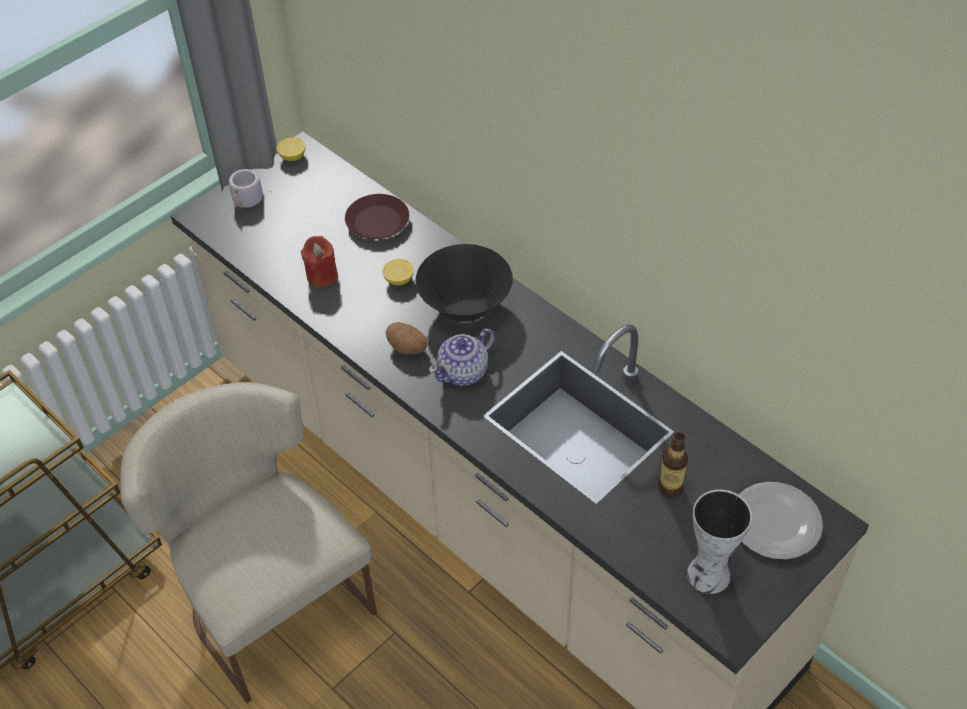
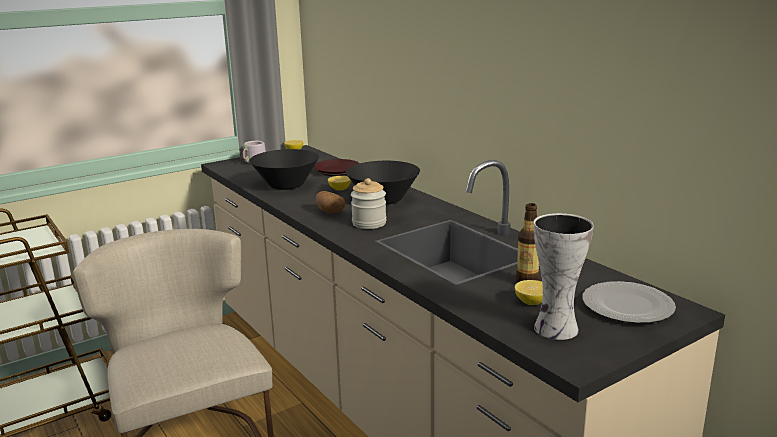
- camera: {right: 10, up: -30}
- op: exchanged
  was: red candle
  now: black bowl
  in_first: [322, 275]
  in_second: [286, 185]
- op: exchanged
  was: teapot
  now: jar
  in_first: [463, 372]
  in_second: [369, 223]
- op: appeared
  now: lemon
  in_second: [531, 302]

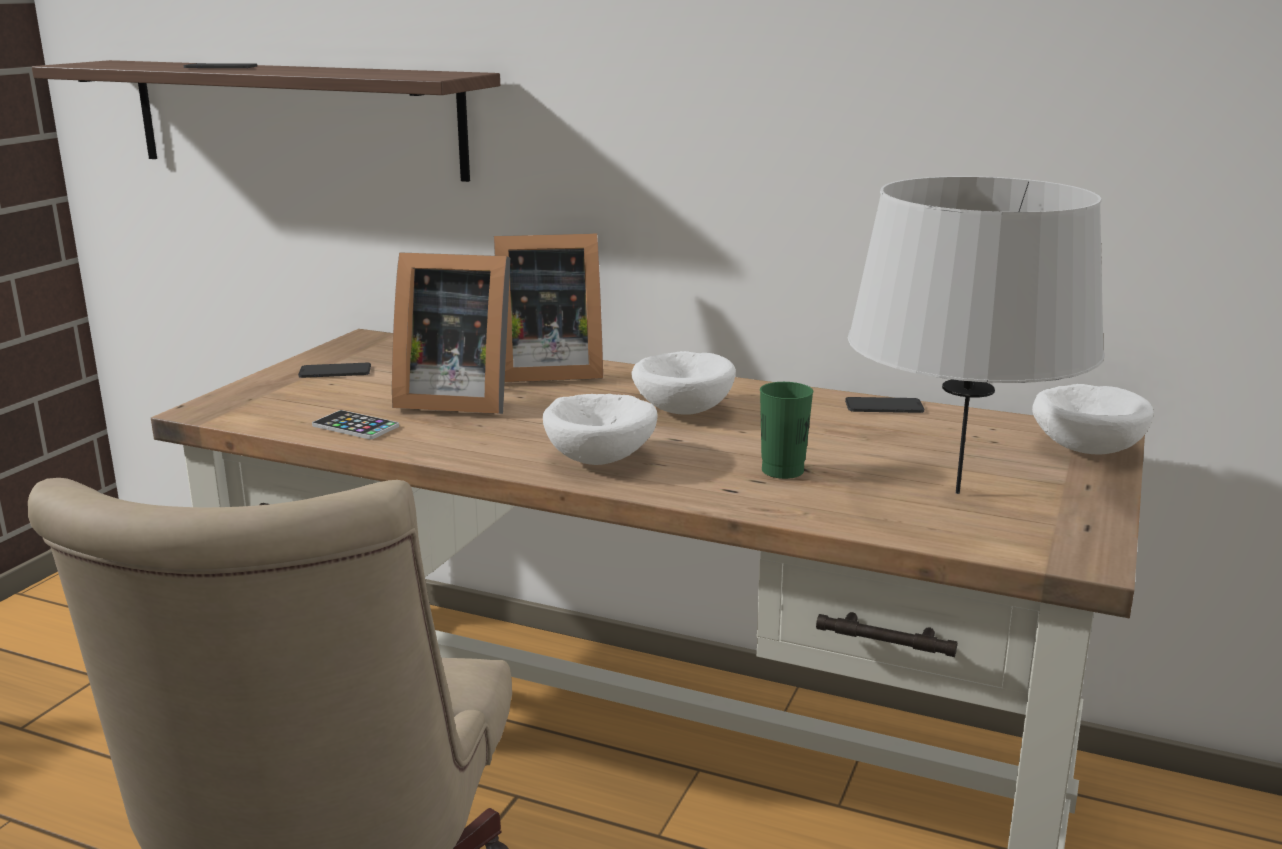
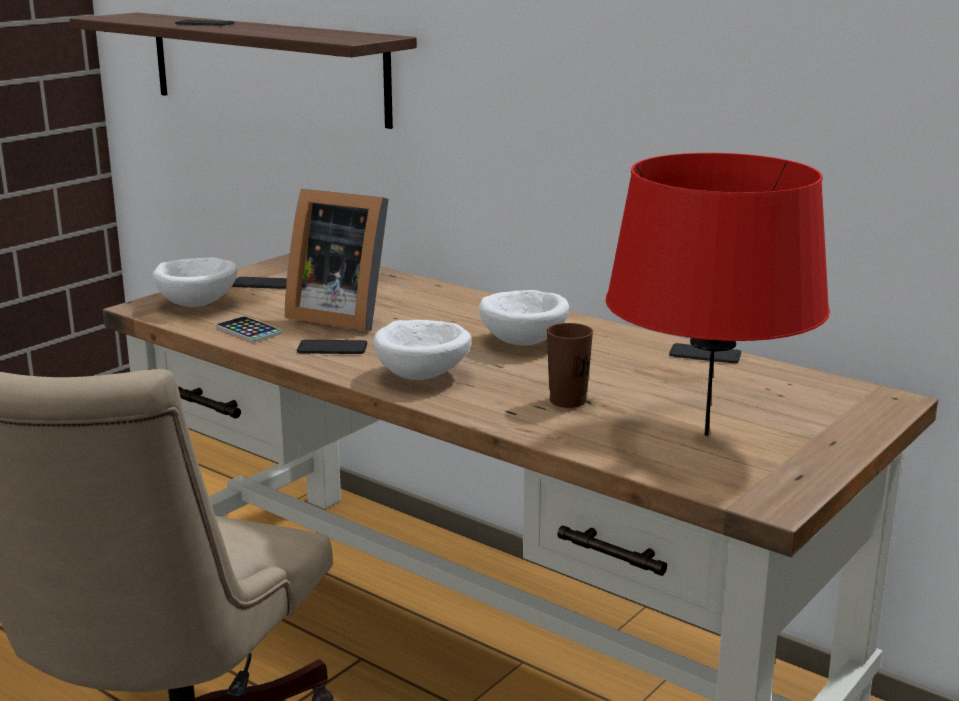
- camera: {right: 15, up: 0}
- op: missing
  was: picture frame
  in_first: [545, 371]
- op: colour
  was: green cup
  now: brown cup
  in_first: [782, 471]
  in_second: [567, 401]
- op: colour
  was: grey table lamp
  now: red table lamp
  in_first: [957, 492]
  in_second: [706, 435]
- op: relocated
  was: white bowl
  in_first: [1087, 448]
  in_second: [199, 304]
- op: appeared
  now: phone
  in_second: [332, 348]

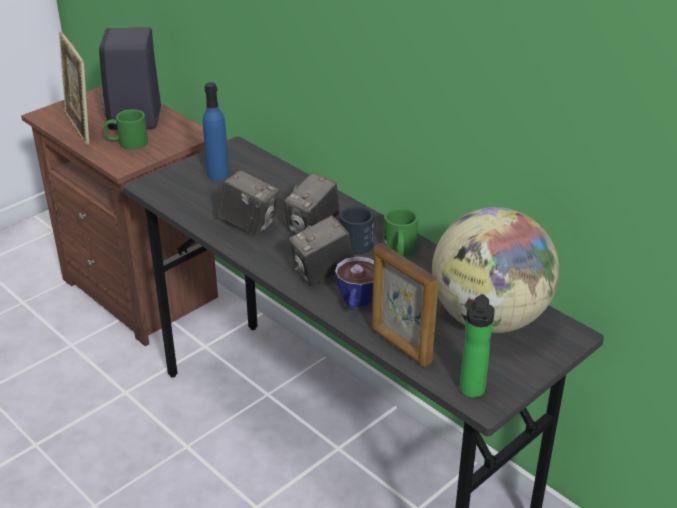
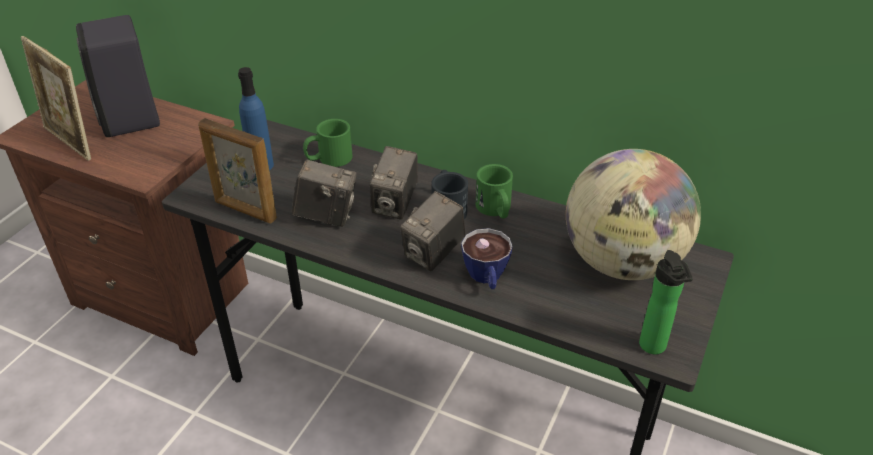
- camera: {right: -20, up: 5}
- op: relocated
  was: green mug
  in_first: [127, 143]
  in_second: [328, 159]
- op: relocated
  was: picture frame
  in_first: [400, 346]
  in_second: [245, 211]

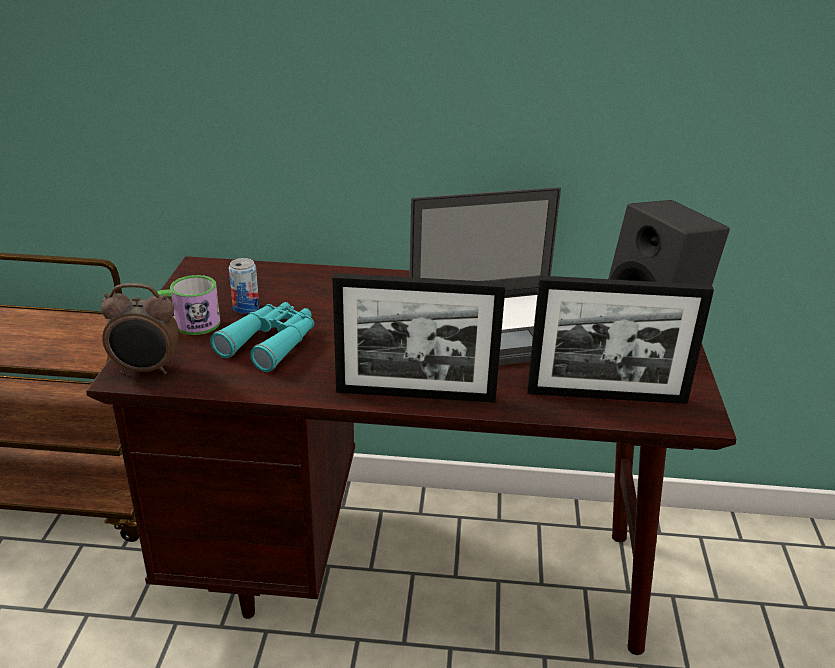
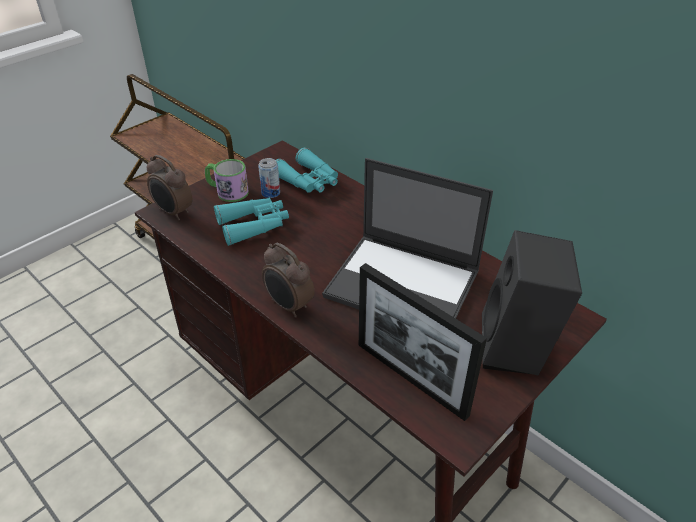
- camera: {right: 40, up: 10}
- op: exchanged
  was: picture frame
  now: alarm clock
  in_first: [415, 394]
  in_second: [288, 306]
- op: appeared
  now: turquoise binoculars
  in_second: [309, 181]

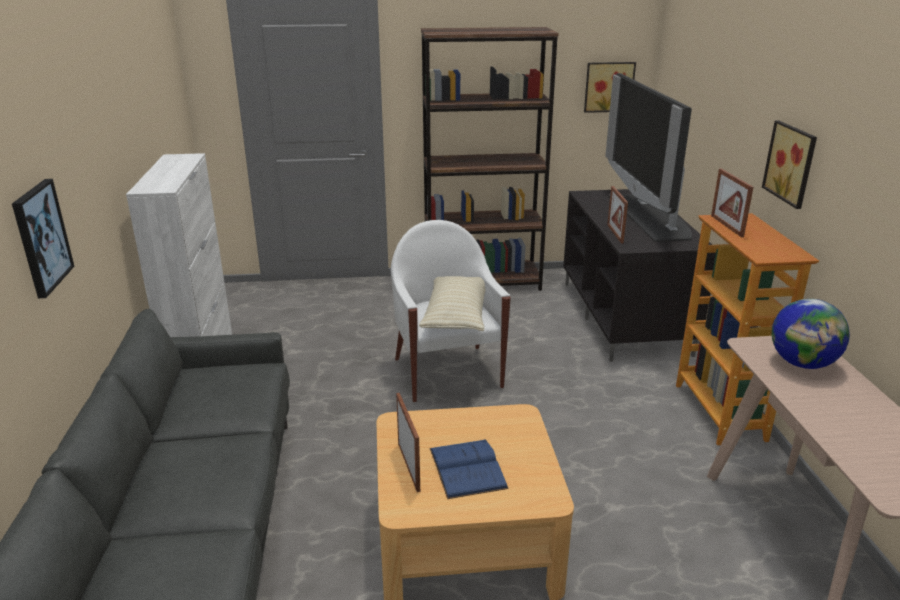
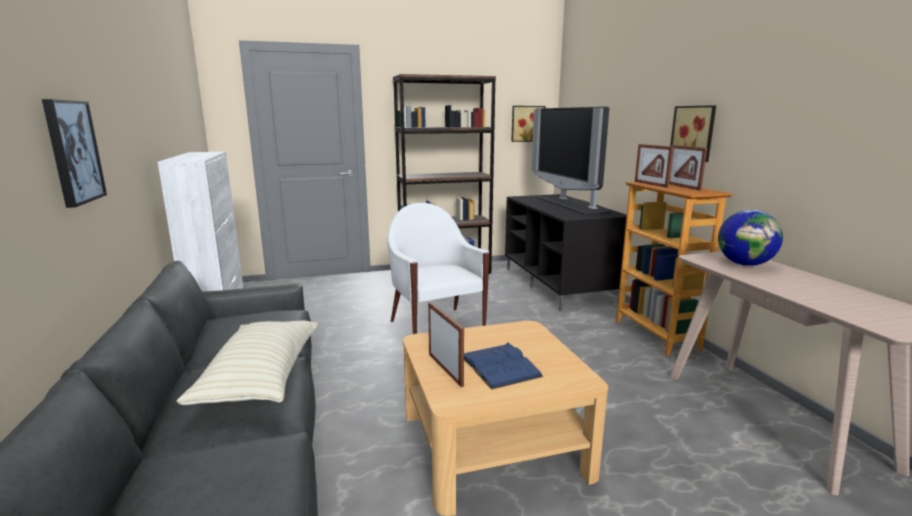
- camera: {right: -10, up: -10}
- op: relocated
  was: beige pillow
  in_first: [457, 316]
  in_second: [261, 378]
- op: relocated
  was: picture frame
  in_first: [615, 233]
  in_second: [683, 187]

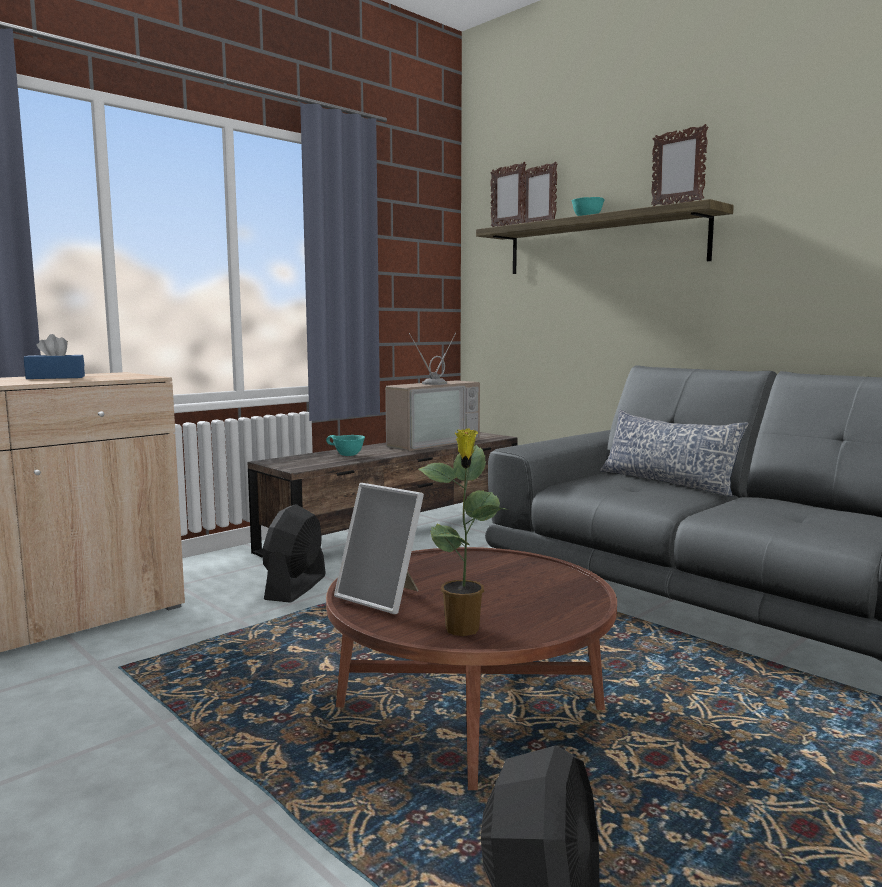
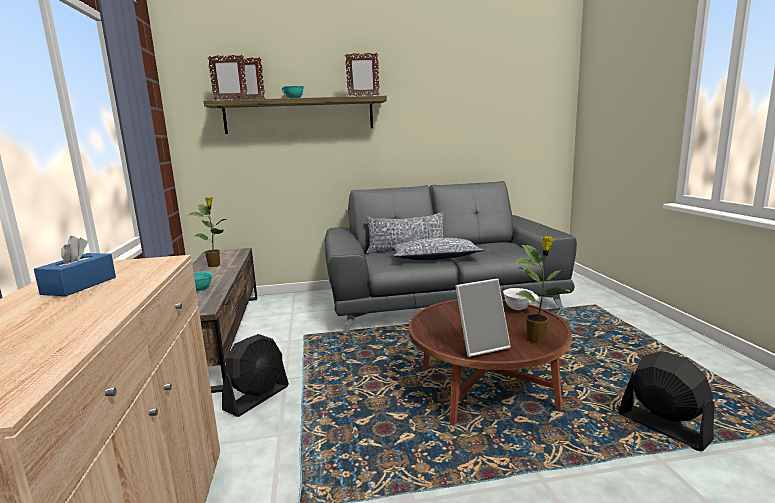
- camera: {right: -55, up: 5}
- op: spun
  was: black fan
  in_first: [295, 587]
  in_second: [257, 398]
  clockwise: -105
- op: exchanged
  was: television
  now: potted plant
  in_first: [430, 442]
  in_second: [215, 265]
- op: appeared
  now: pillow
  in_second: [435, 258]
- op: appeared
  now: white bowl
  in_second: [518, 308]

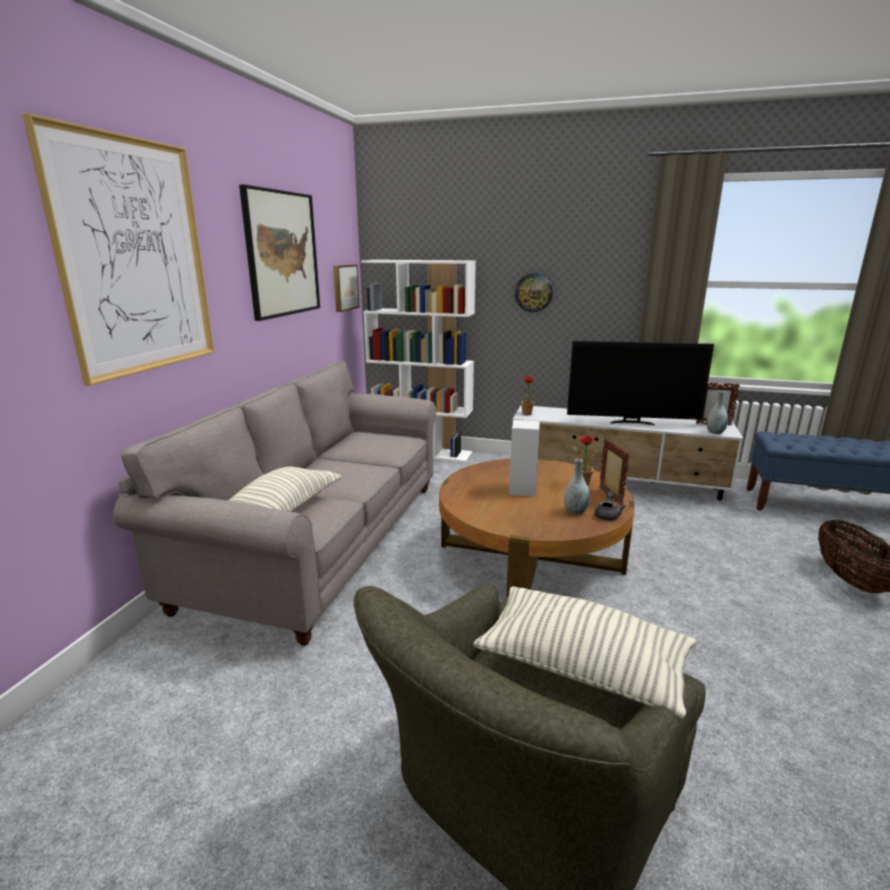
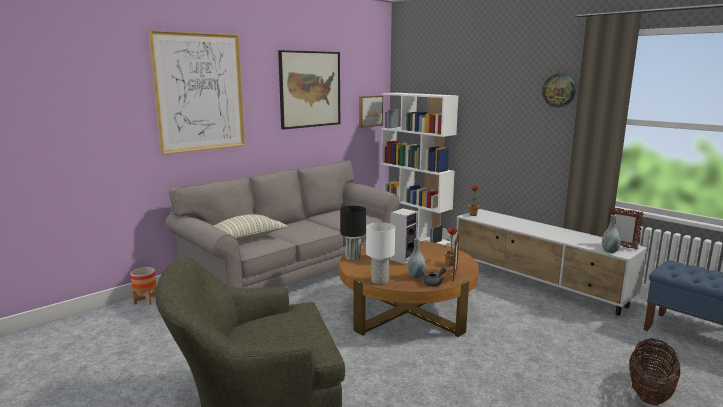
- camera: {right: 30, up: -5}
- op: missing
  was: pillow
  in_first: [582, 666]
- op: relocated
  was: wall clock
  in_first: [533, 292]
  in_second: [559, 90]
- op: missing
  was: television
  in_first: [631, 422]
- op: appeared
  now: planter
  in_second: [146, 300]
- op: appeared
  now: black table lamp
  in_second: [353, 257]
- op: appeared
  now: white table lamp
  in_second: [380, 280]

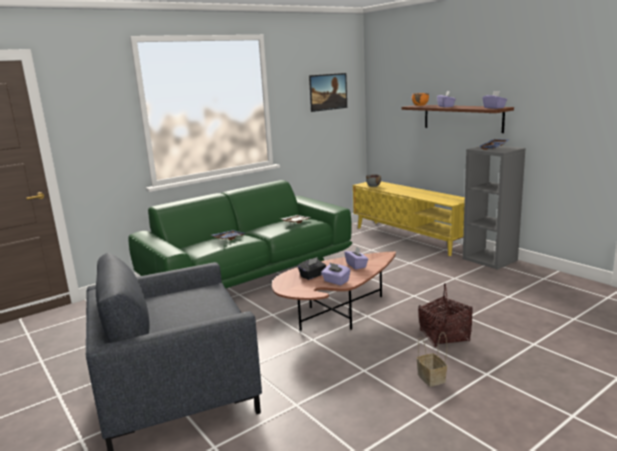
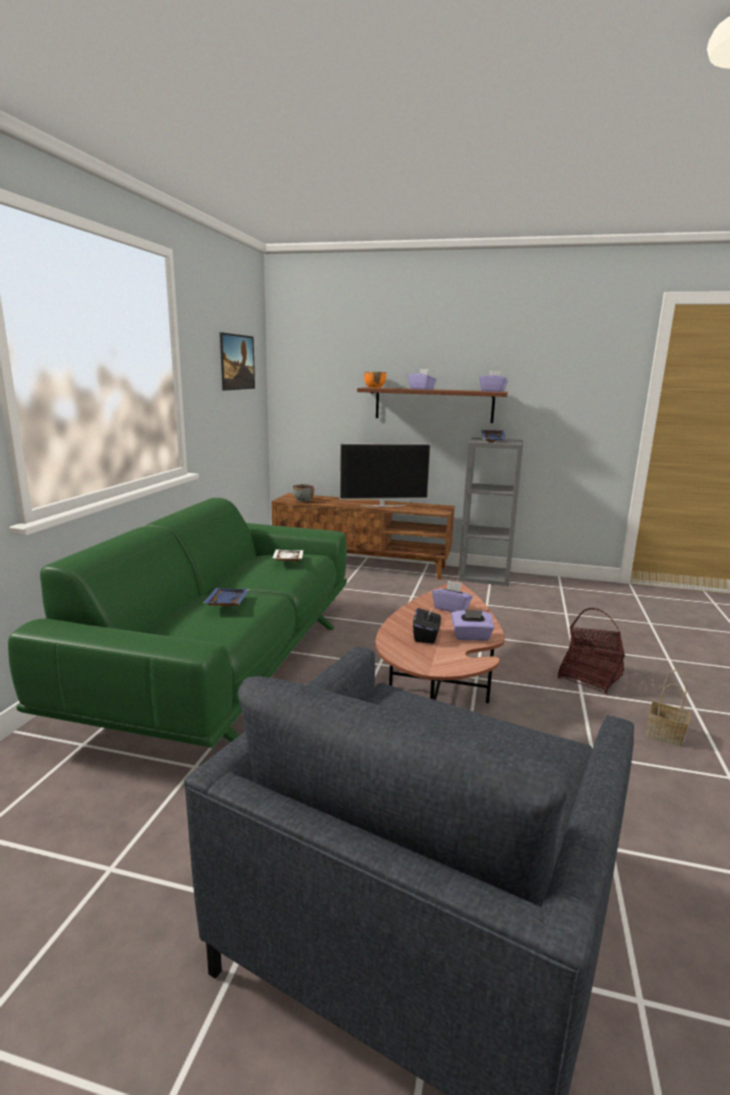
- camera: {right: -40, up: 0}
- op: colour
  was: yellow tv stand
  now: brown tv stand
  in_first: [409, 237]
  in_second: [362, 565]
- op: appeared
  now: television
  in_second: [383, 505]

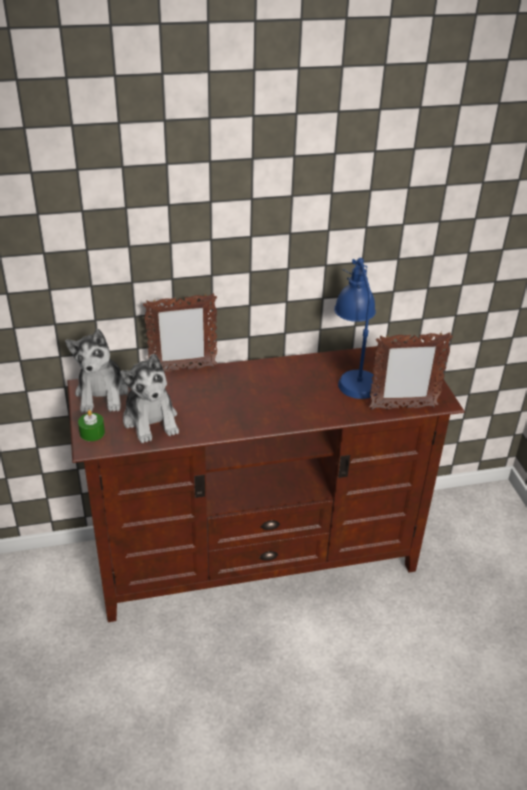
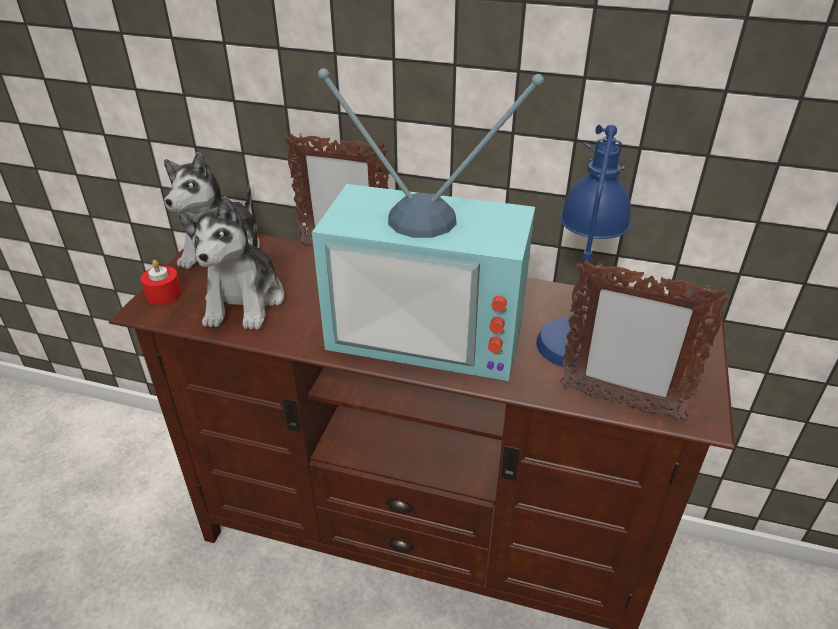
- camera: {right: 30, up: 0}
- op: colour
  was: green candle
  now: red candle
  in_first: [92, 433]
  in_second: [164, 294]
- op: appeared
  now: television
  in_second: [431, 329]

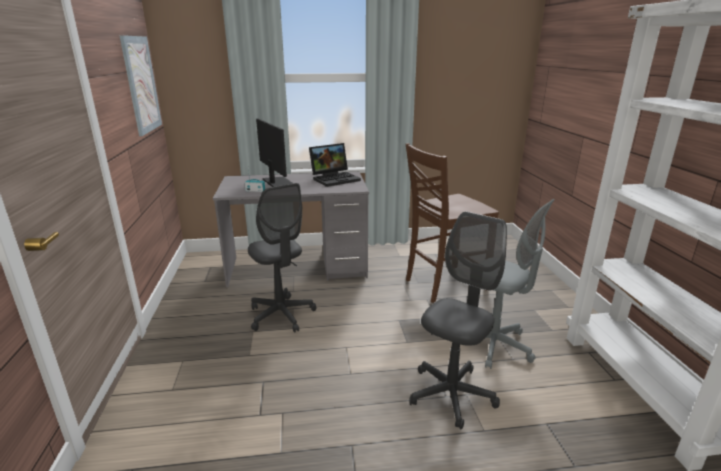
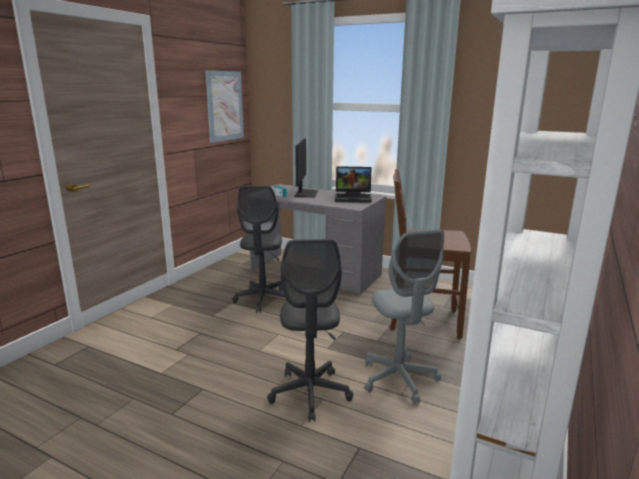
- camera: {right: 35, up: -5}
- op: spun
  was: grey office chair
  in_first: [451, 395]
  in_second: [310, 393]
  clockwise: 105

